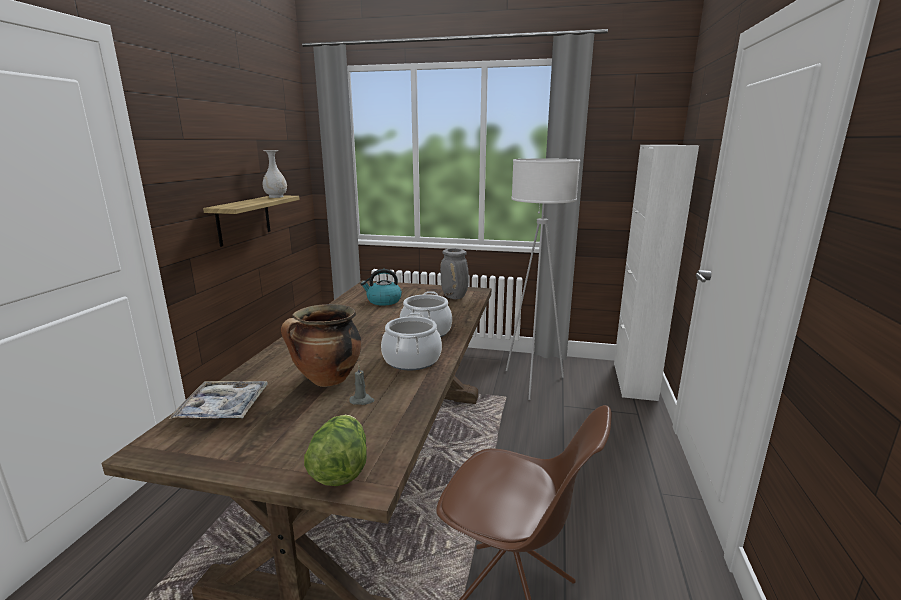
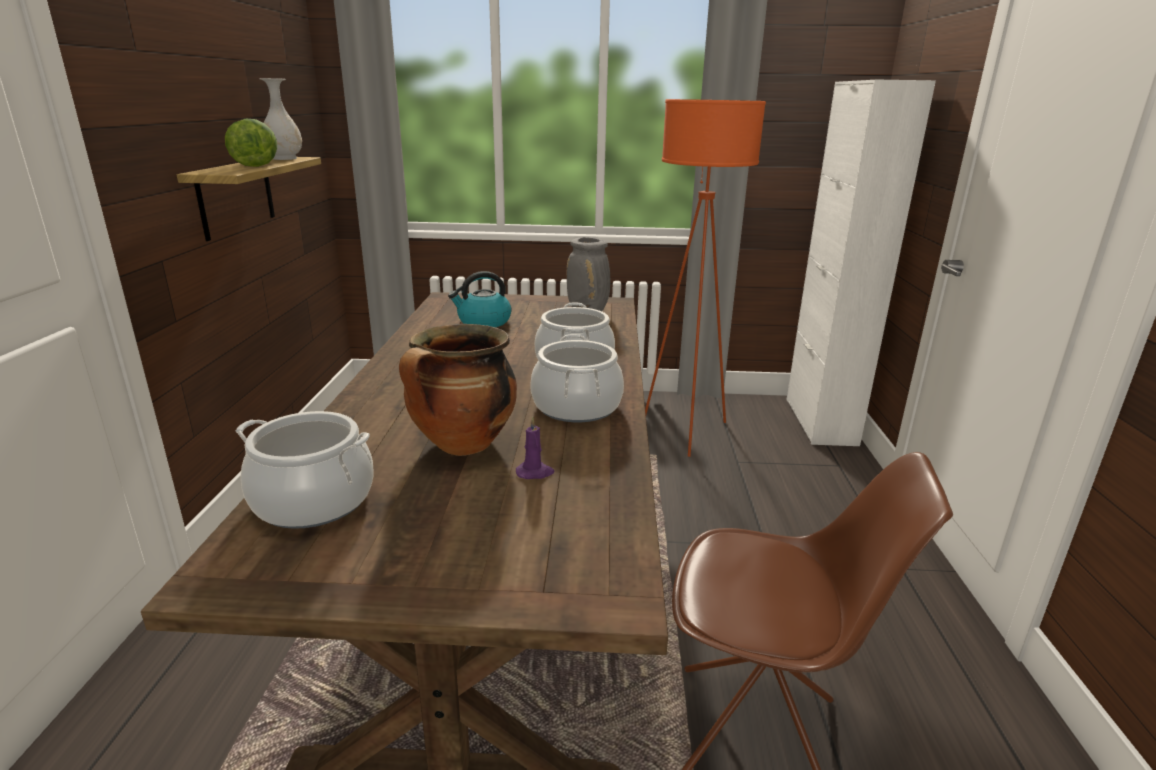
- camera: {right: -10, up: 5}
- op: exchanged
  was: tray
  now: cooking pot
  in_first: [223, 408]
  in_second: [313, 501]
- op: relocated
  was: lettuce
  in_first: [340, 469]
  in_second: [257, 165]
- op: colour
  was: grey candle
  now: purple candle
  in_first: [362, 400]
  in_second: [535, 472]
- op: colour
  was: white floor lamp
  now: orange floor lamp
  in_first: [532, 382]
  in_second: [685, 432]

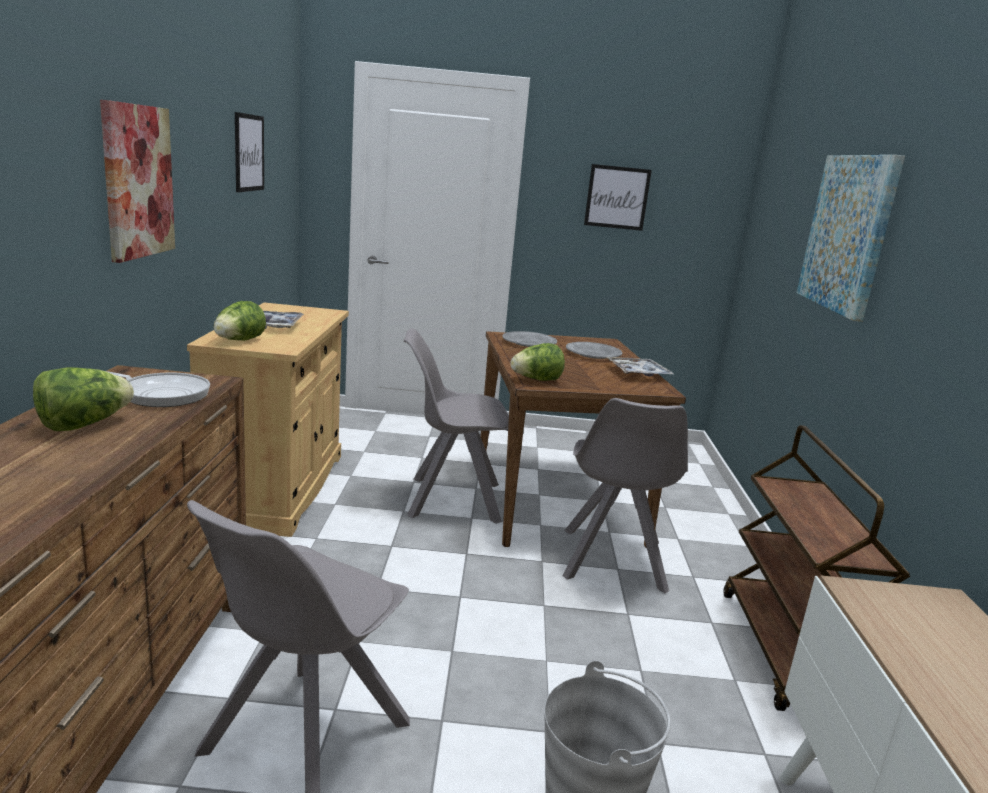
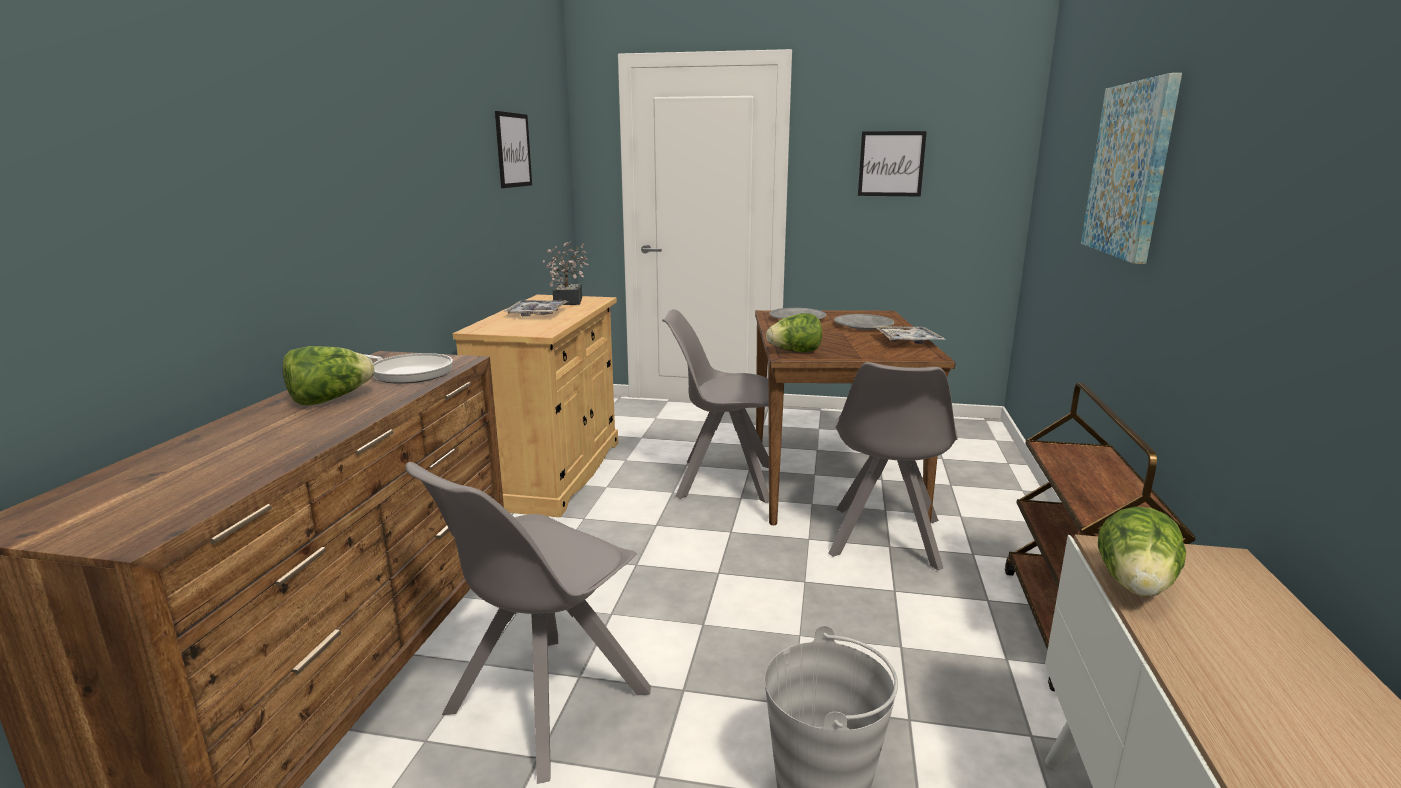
- camera: {right: 10, up: 0}
- op: missing
  was: picture
  in_first: [137, 181]
- op: relocated
  was: lettuce
  in_first: [239, 341]
  in_second: [1136, 587]
- op: appeared
  now: potted plant
  in_second: [569, 300]

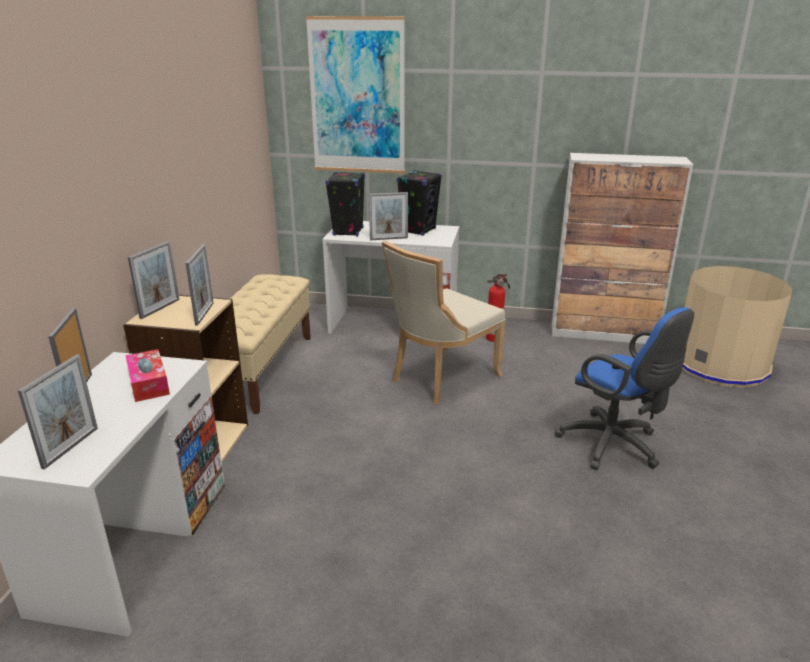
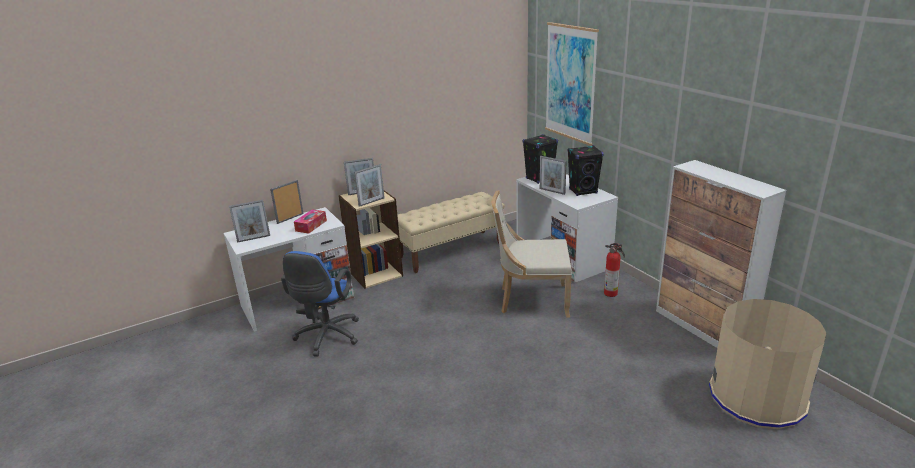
- camera: {right: 50, up: 0}
- op: relocated
  was: blue office chair
  in_first: [614, 446]
  in_second: [326, 338]

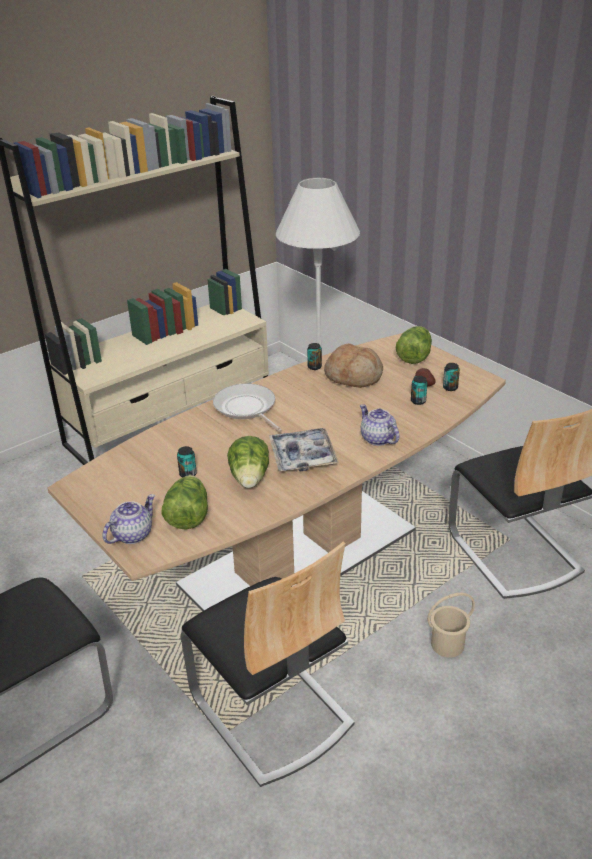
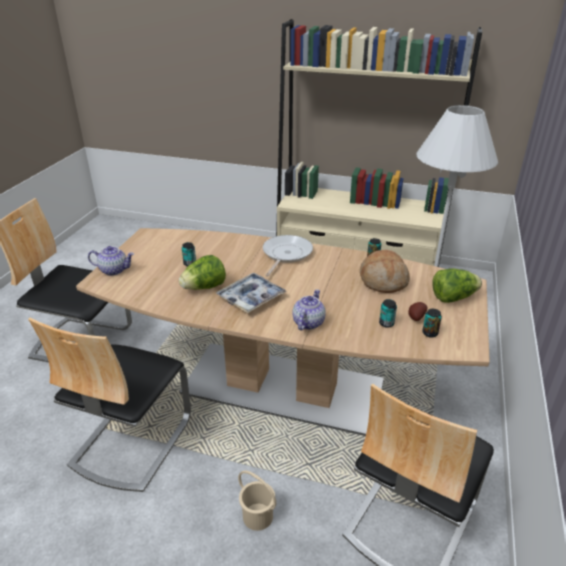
- camera: {right: 55, up: 0}
- op: missing
  was: lettuce
  in_first: [188, 516]

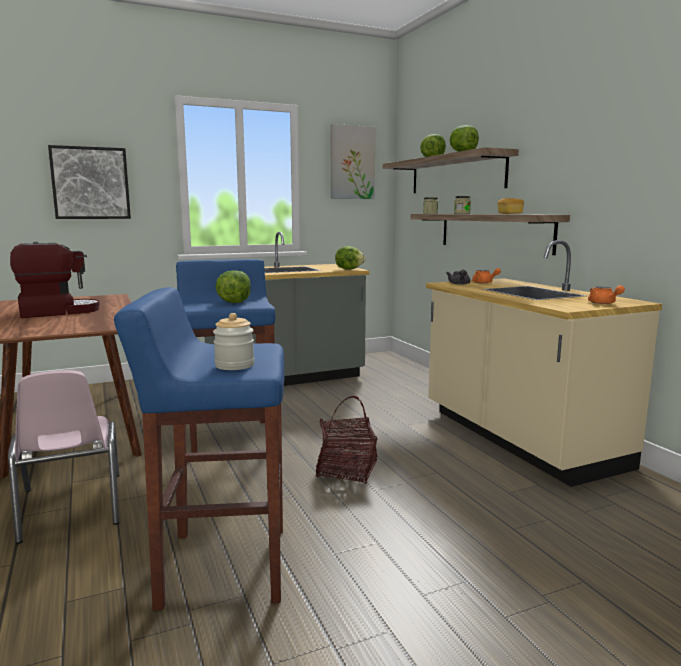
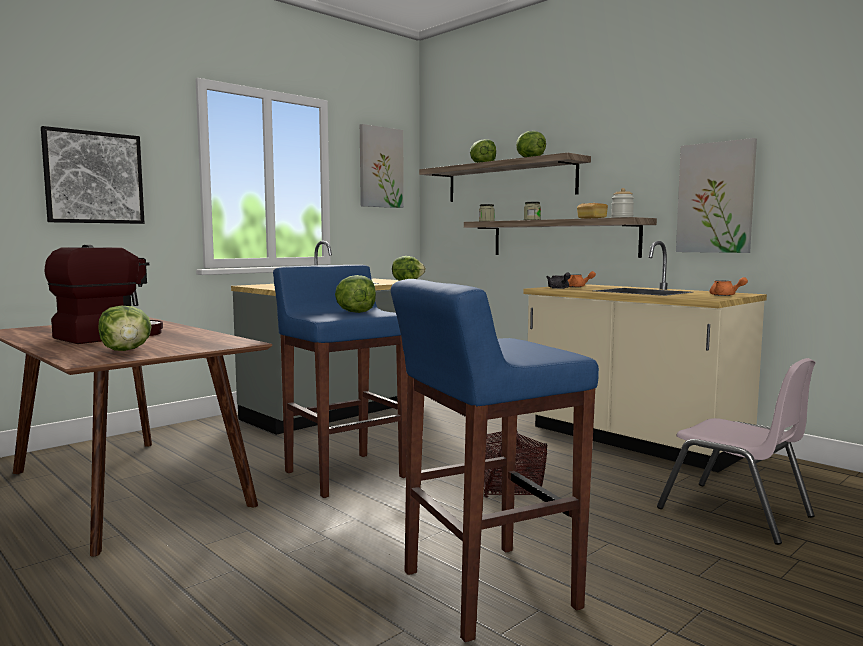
- camera: {right: -20, up: -5}
- op: relocated
  was: pink chair
  in_first: [70, 507]
  in_second: [735, 513]
- op: relocated
  was: jar
  in_first: [234, 365]
  in_second: [622, 217]
- op: appeared
  now: lettuce
  in_second: [126, 350]
- op: appeared
  now: picture
  in_second: [715, 198]

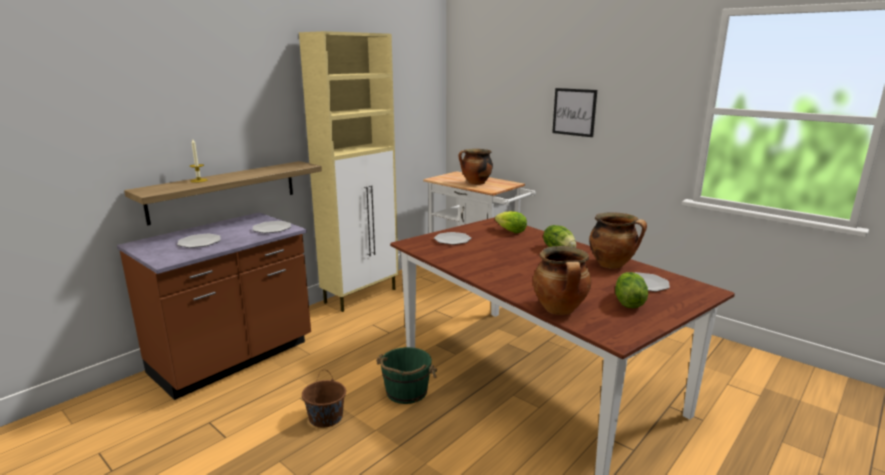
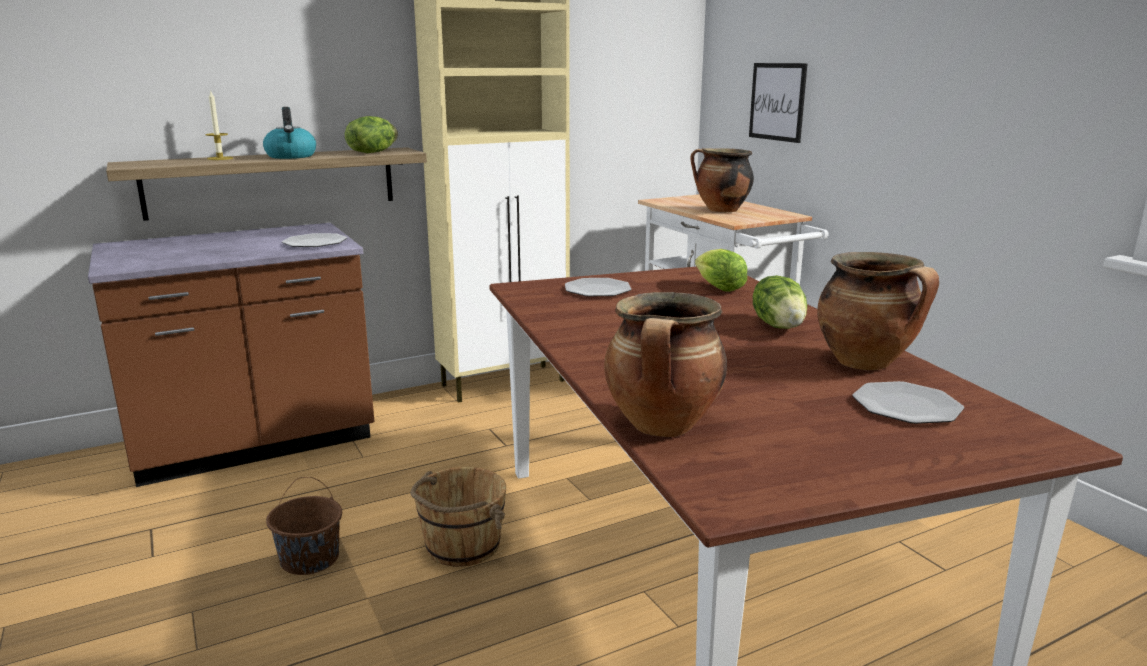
- camera: {right: 20, up: 0}
- op: missing
  was: plate
  in_first: [199, 242]
- op: colour
  was: green bucket
  now: brown bucket
  in_first: [406, 392]
  in_second: [461, 546]
- op: relocated
  was: picture
  in_first: [574, 112]
  in_second: [777, 102]
- op: relocated
  was: lettuce
  in_first: [628, 302]
  in_second: [372, 152]
- op: appeared
  now: kettle
  in_second: [291, 156]

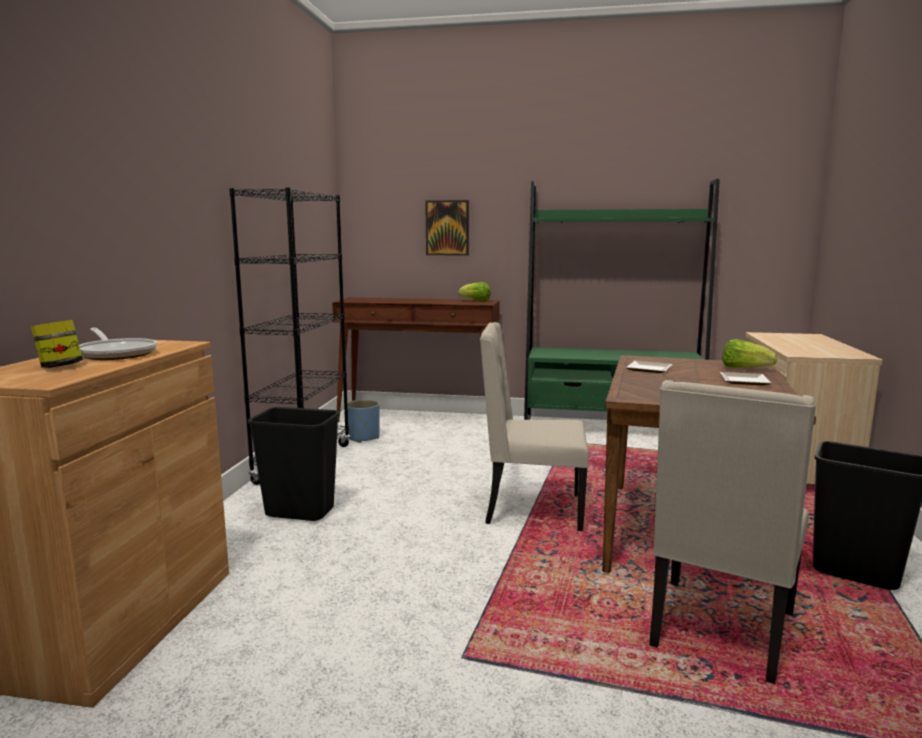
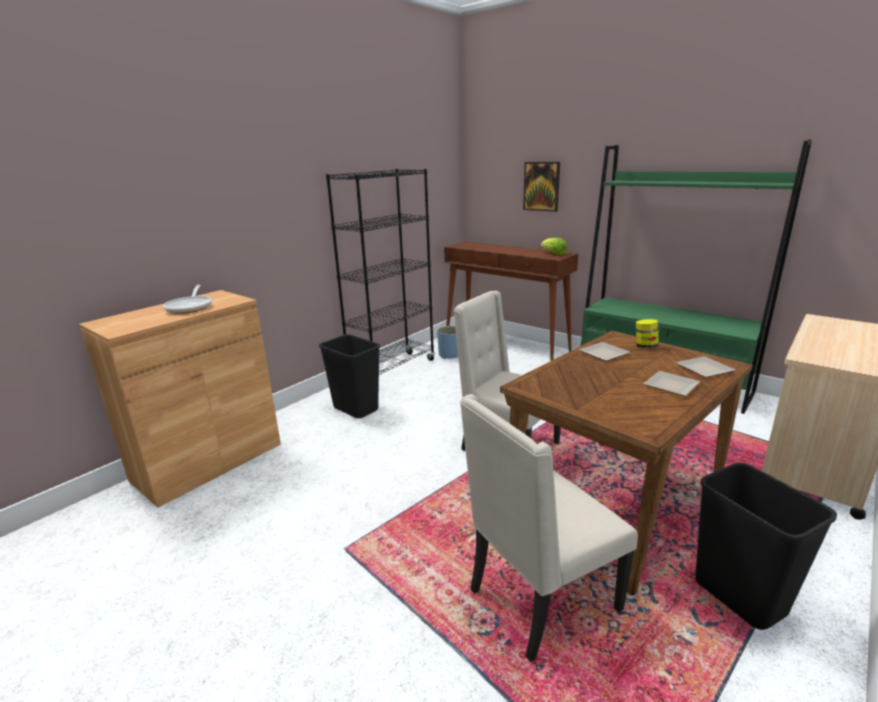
- camera: {right: 30, up: 10}
- op: relocated
  was: jar
  in_first: [60, 367]
  in_second: [645, 346]
- op: exchanged
  was: lettuce
  now: plate
  in_first: [745, 369]
  in_second: [704, 368]

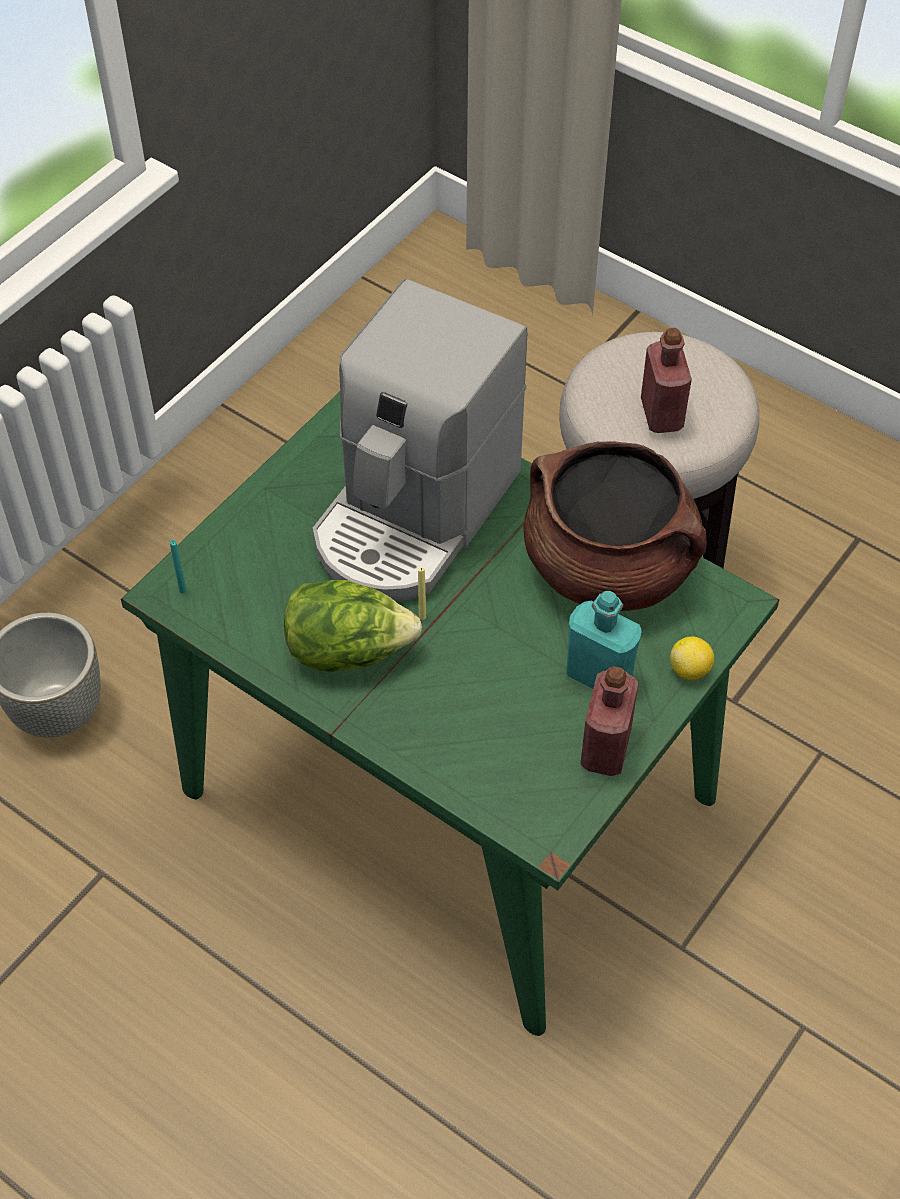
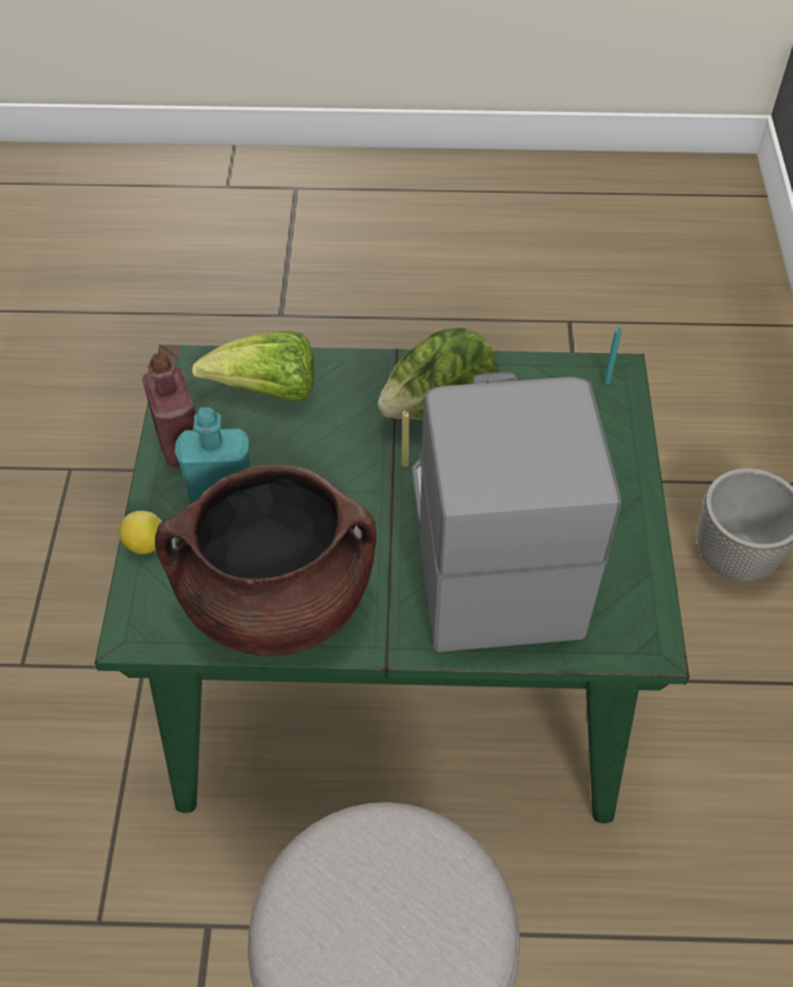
- camera: {right: 145, up: 0}
- op: missing
  was: red bottle
  in_first: [661, 414]
- op: appeared
  now: lettuce
  in_second: [267, 391]

